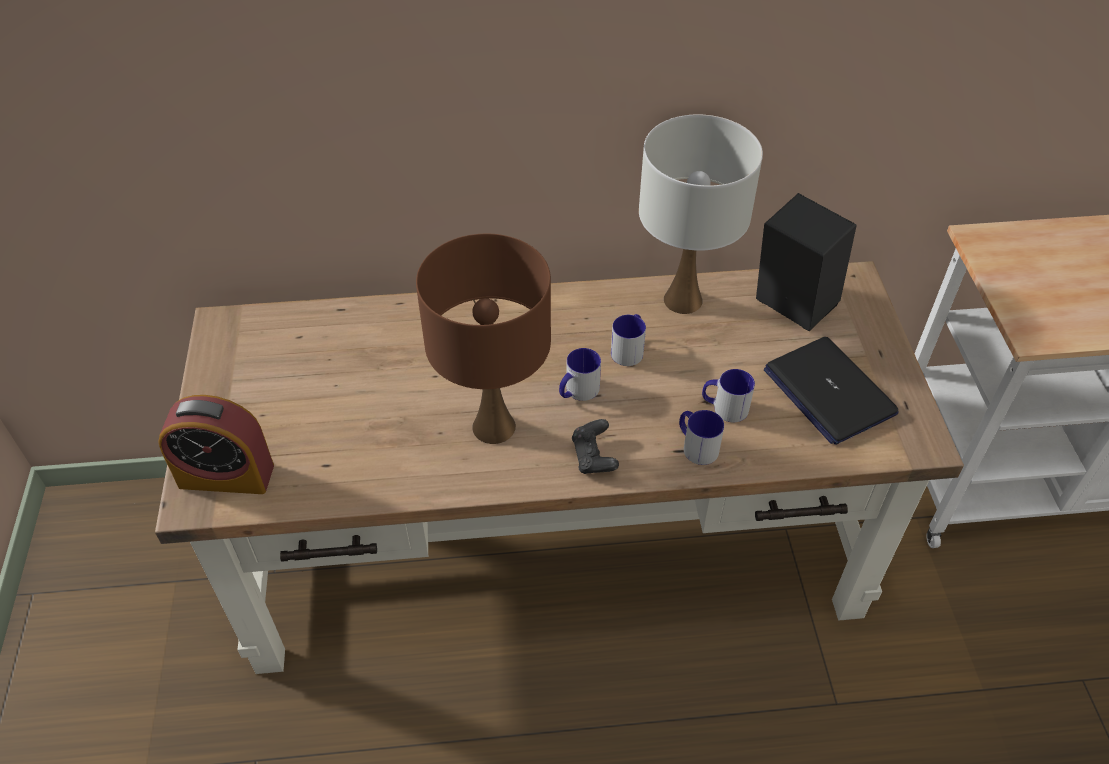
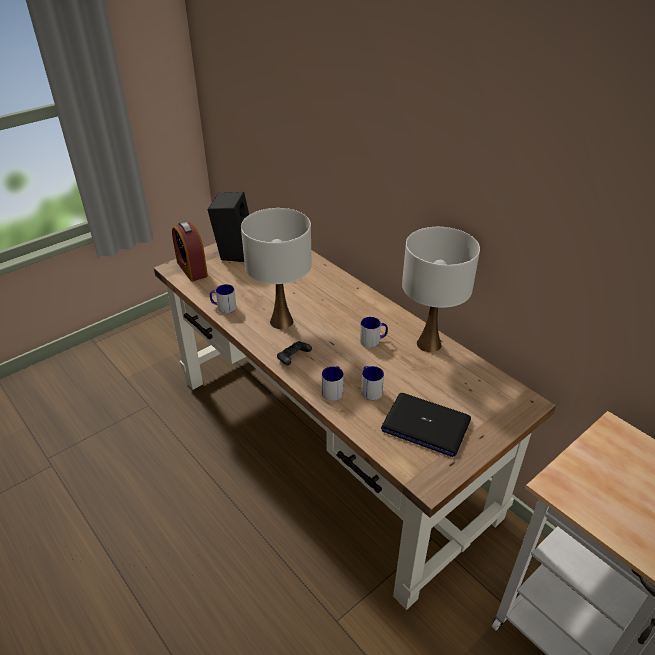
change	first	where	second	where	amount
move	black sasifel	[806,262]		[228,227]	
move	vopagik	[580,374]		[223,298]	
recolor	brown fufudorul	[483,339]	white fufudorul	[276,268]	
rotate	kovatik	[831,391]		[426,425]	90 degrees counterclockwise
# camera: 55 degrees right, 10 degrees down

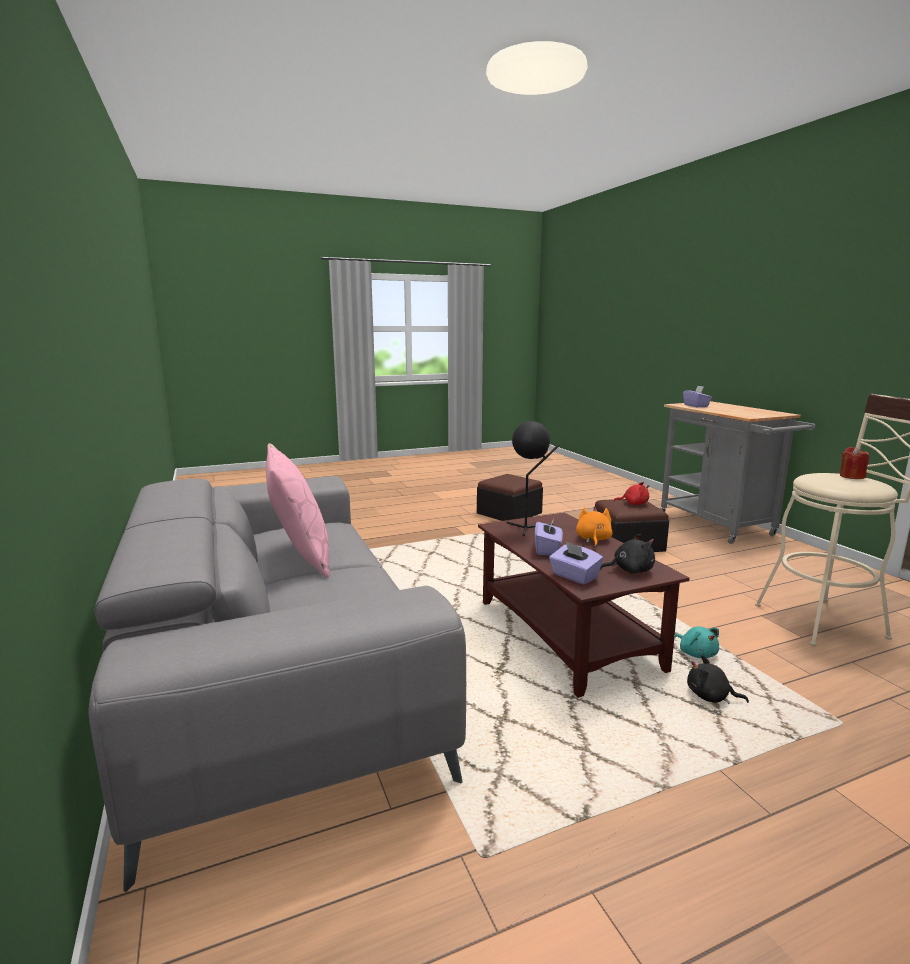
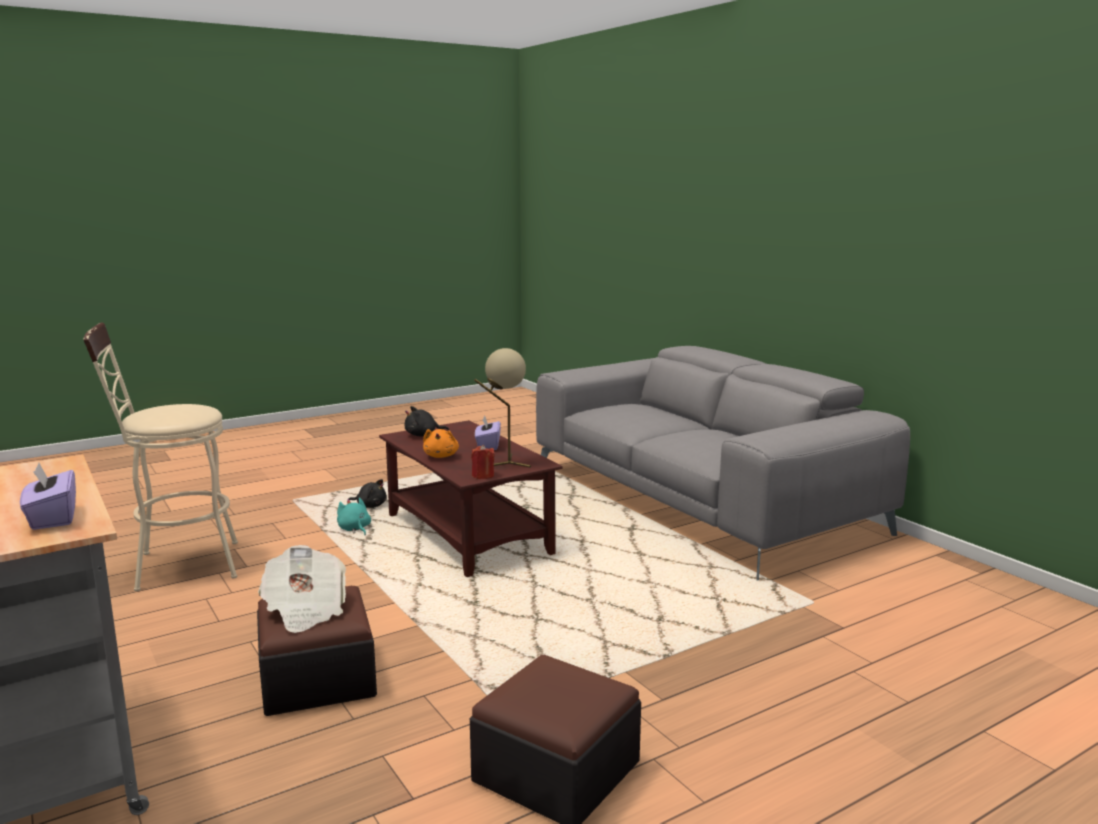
change	first	where	second	where	amount
replace	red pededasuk	[631,493]	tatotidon	[302,589]	
move	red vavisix	[854,463]		[482,462]	
recolor	black fufudorul	[532,478]	beige fufudorul	[502,408]	
delete	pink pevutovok	[298,510]			
delete	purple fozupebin	[576,563]			
# camera: 170 degrees right, 0 degrees up

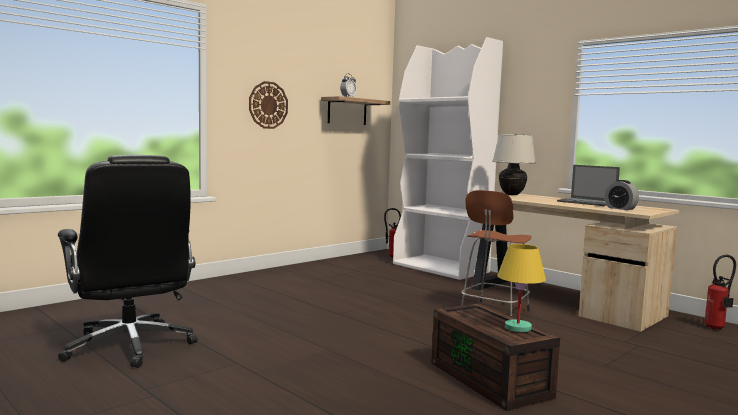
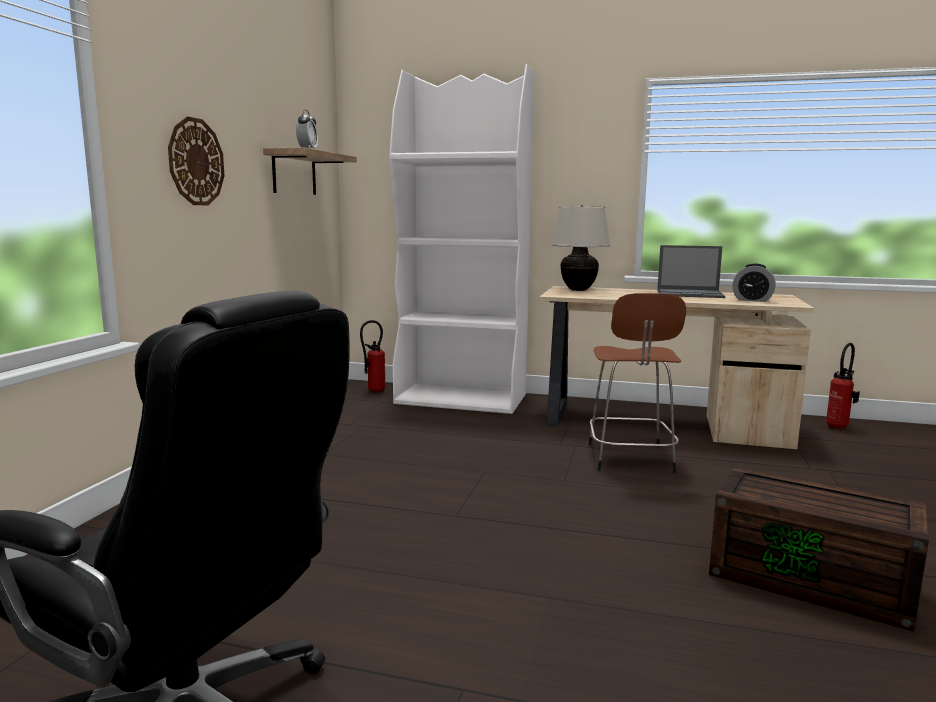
change	first	where	second	where	amount
delete	yellow fufudorul	[521,288]			
# camera: 30 degrees left, 5 degrees up

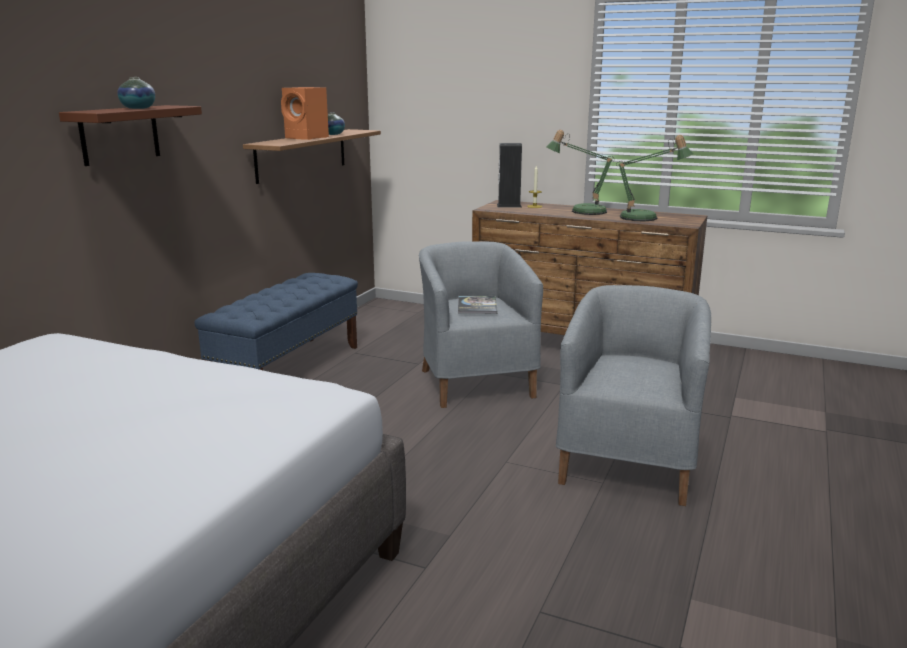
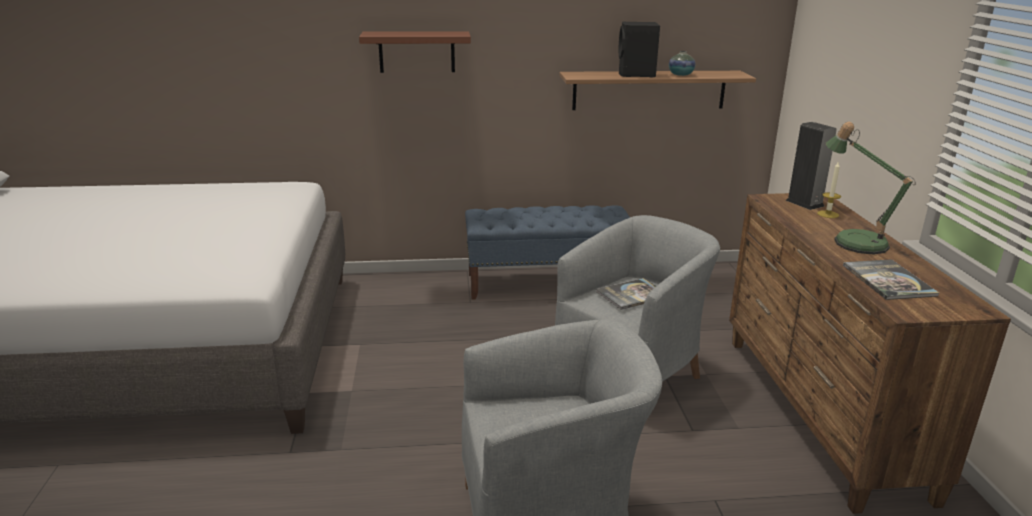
change	first	where	second	where	amount
recolor	orange sasifel	[305,113]	black sasifel	[639,49]	
replace	fufudorul	[655,178]	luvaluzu	[891,279]	
delete	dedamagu	[136,93]			
# camera: 60 degrees right, 5 degrees up

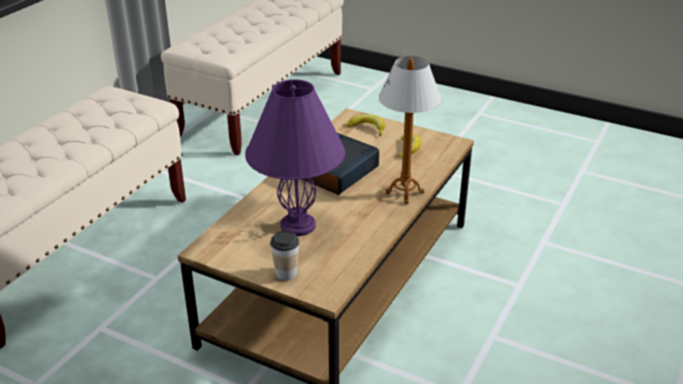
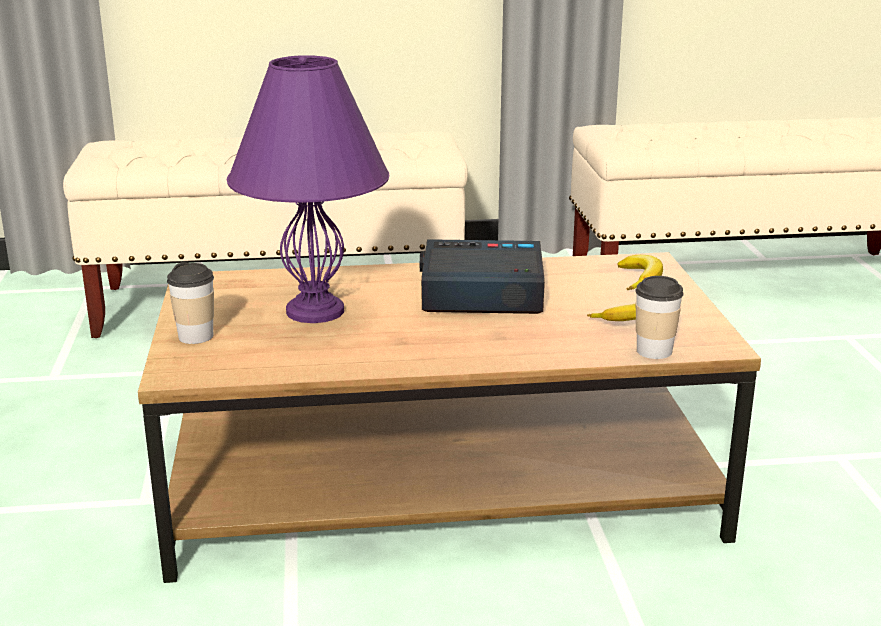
change	first	where	second	where	amount
insert			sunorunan	[659,317]	
delete	fufudorul	[410,130]			
# camera: 55 degrees right, 10 degrees down

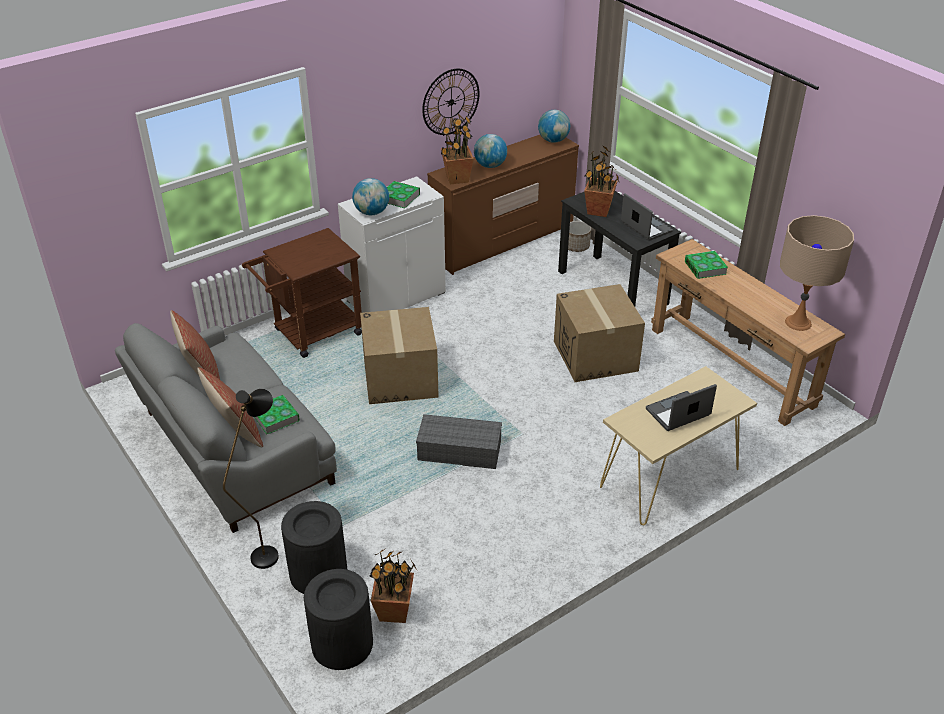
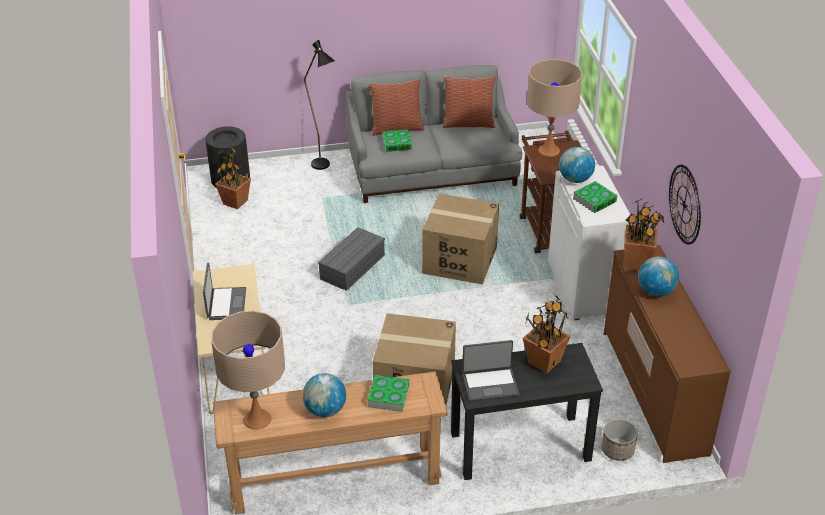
change	first	where	second	where	amount
move	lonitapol	[554,126]		[324,395]	
insert			beige fufudorul	[554,108]	
delete	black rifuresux	[314,547]			
# camera: 115 degrees right, 0 degrees up

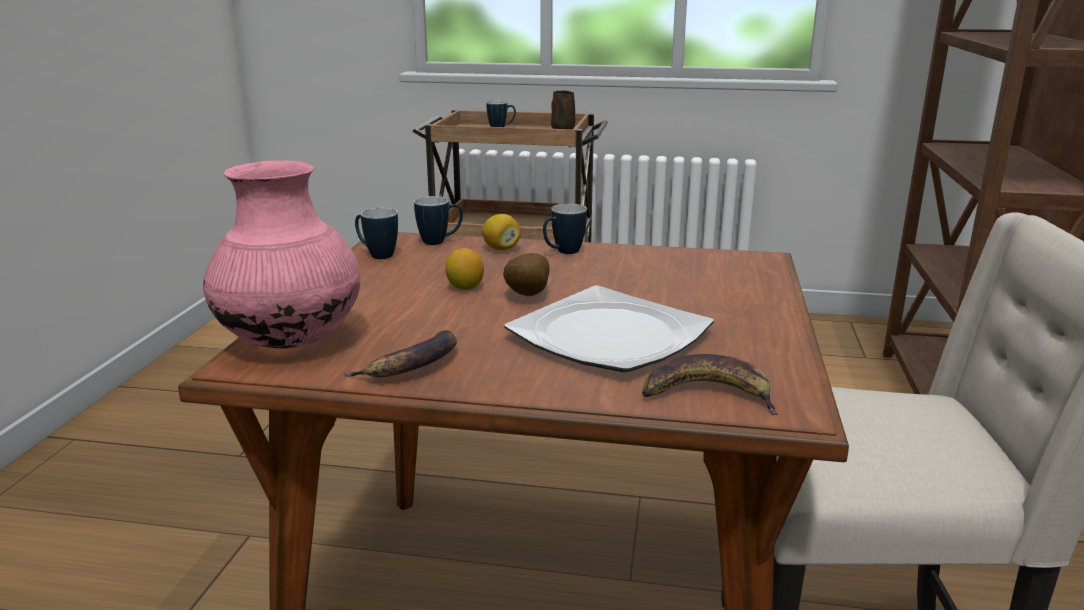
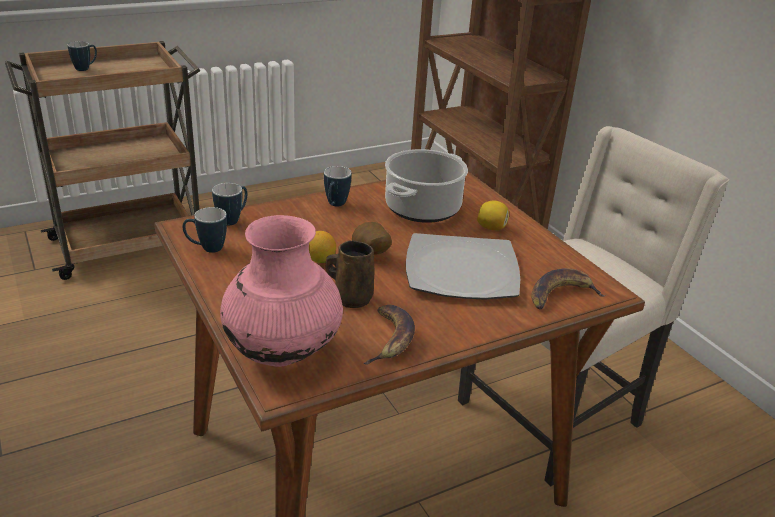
change	first	where	second	where	amount
move	brown vopagik	[563,109]		[350,274]	
insert			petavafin	[426,186]	
move	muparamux	[501,232]		[493,215]	
# camera: 40 degrees left, 10 degrees up

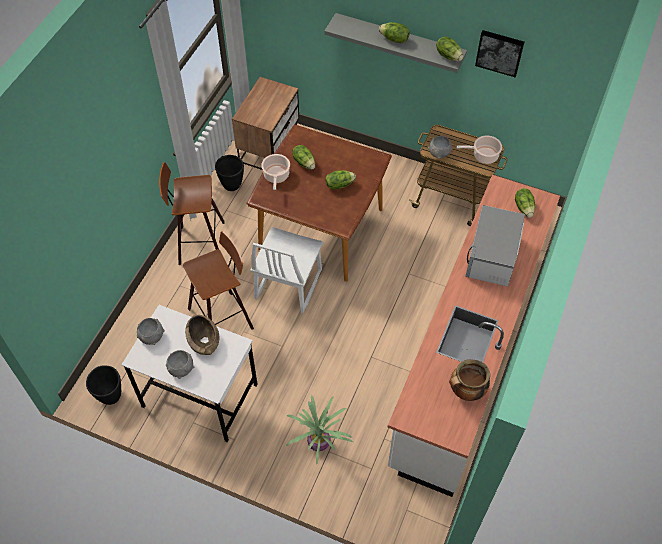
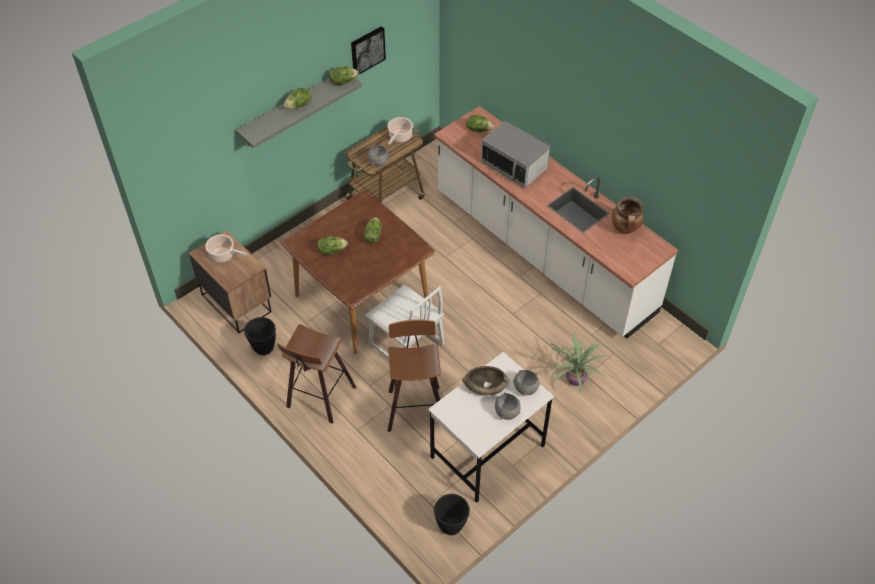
change	first	where	second	where	amount
move	petavafin	[275,172]		[226,248]	
move	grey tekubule	[150,331]		[526,383]	
# camera: 65 degrees left, 5 degrees down

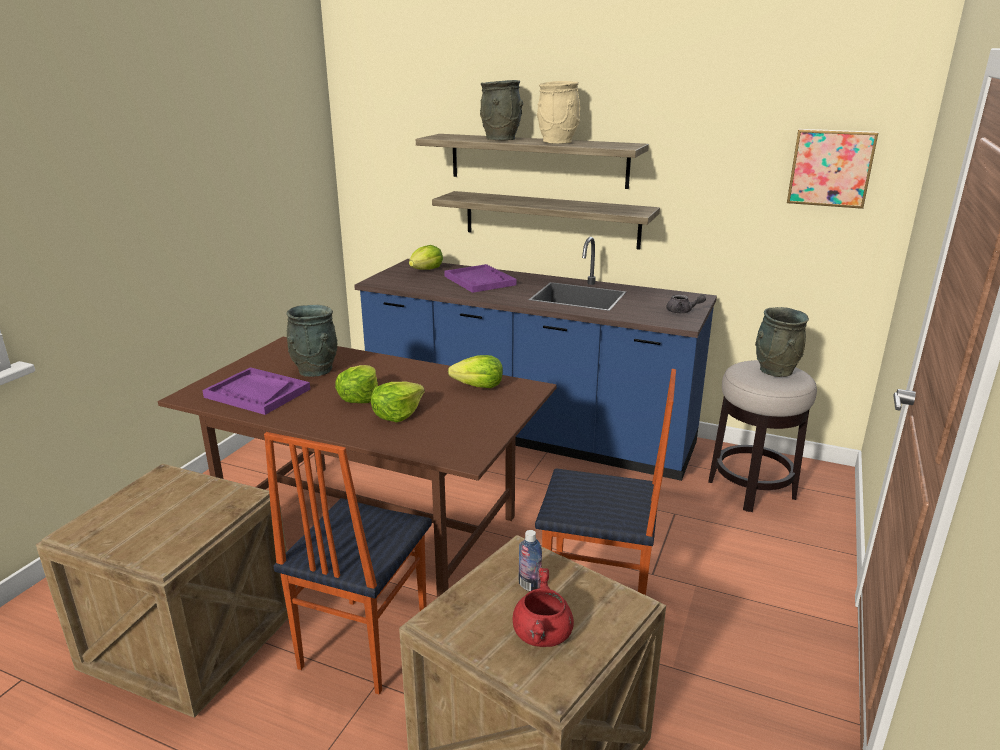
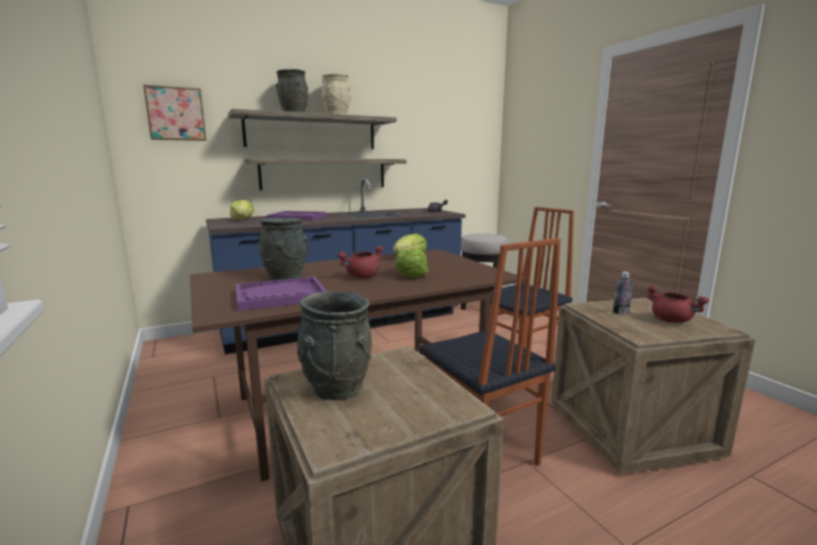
change	first	where	second	where	amount
move	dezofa	[832,169]		[175,113]	
move	grey dedamagu	[782,342]		[334,345]	
replace	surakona	[356,384]	red petavafin	[360,262]	
# camera: 50 degrees left, 10 degrees down

